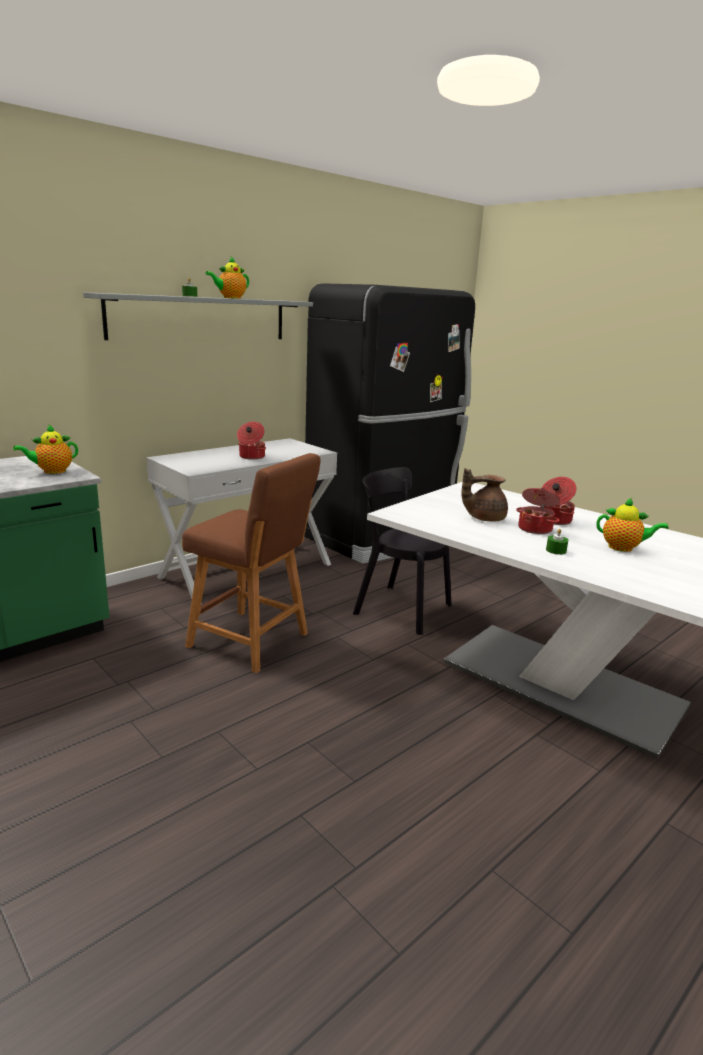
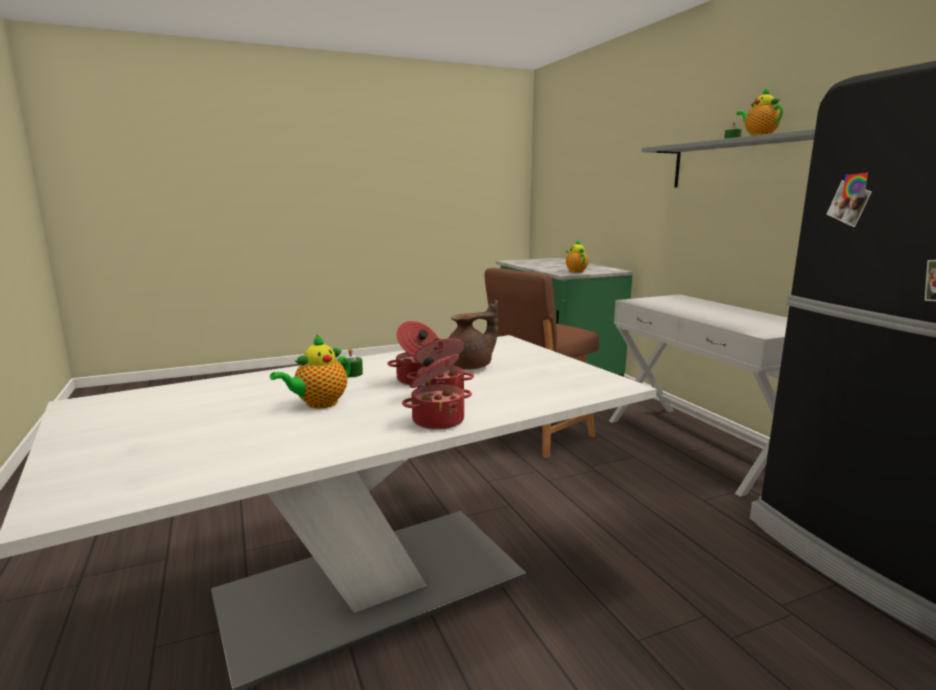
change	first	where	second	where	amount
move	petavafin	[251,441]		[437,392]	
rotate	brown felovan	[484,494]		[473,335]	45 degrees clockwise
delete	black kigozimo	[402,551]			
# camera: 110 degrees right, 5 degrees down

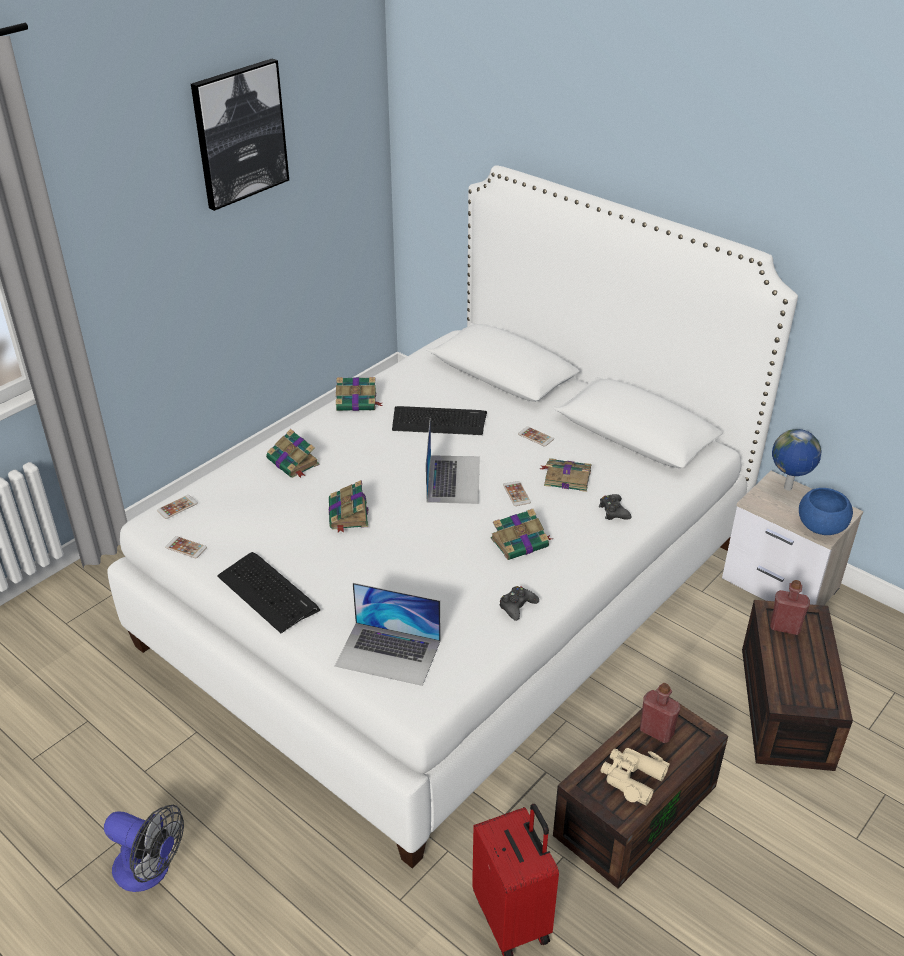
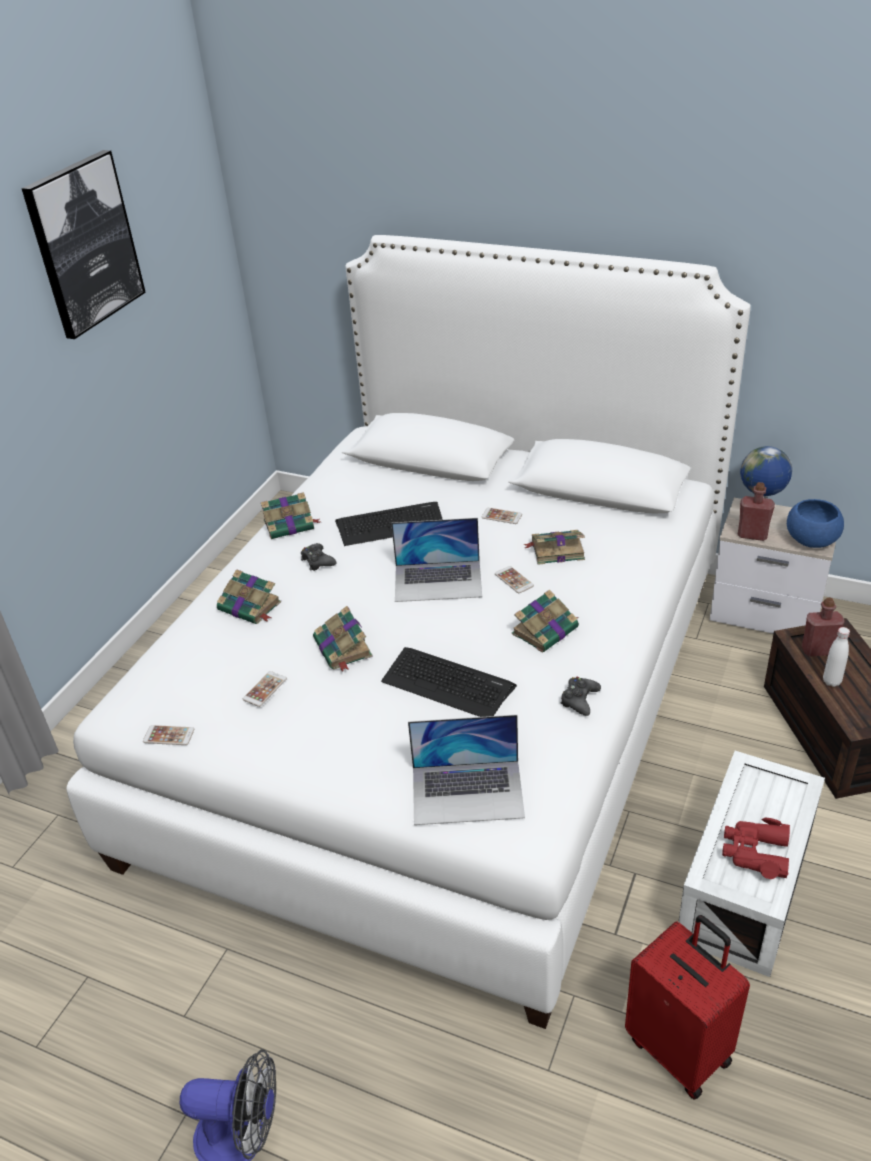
change	first	where	second	where	amount
move	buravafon	[177,507]		[265,689]	
move	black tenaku	[615,507]		[319,557]	
move	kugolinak	[268,592]		[449,682]	
rotate	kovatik	[453,462]		[436,560]	105 degrees clockwise
recolor	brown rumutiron	[640,792]	white rumutiron	[752,864]	
recolor	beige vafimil	[635,777]	red vafimil	[756,848]	
move	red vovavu	[660,713]		[756,511]	
insert			white vovavu	[836,657]	
# camera: 15 degrees left, 0 degrees up

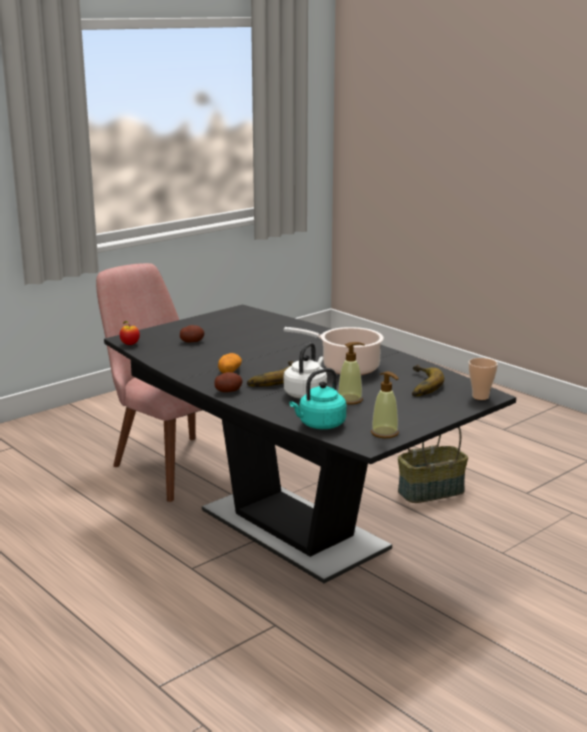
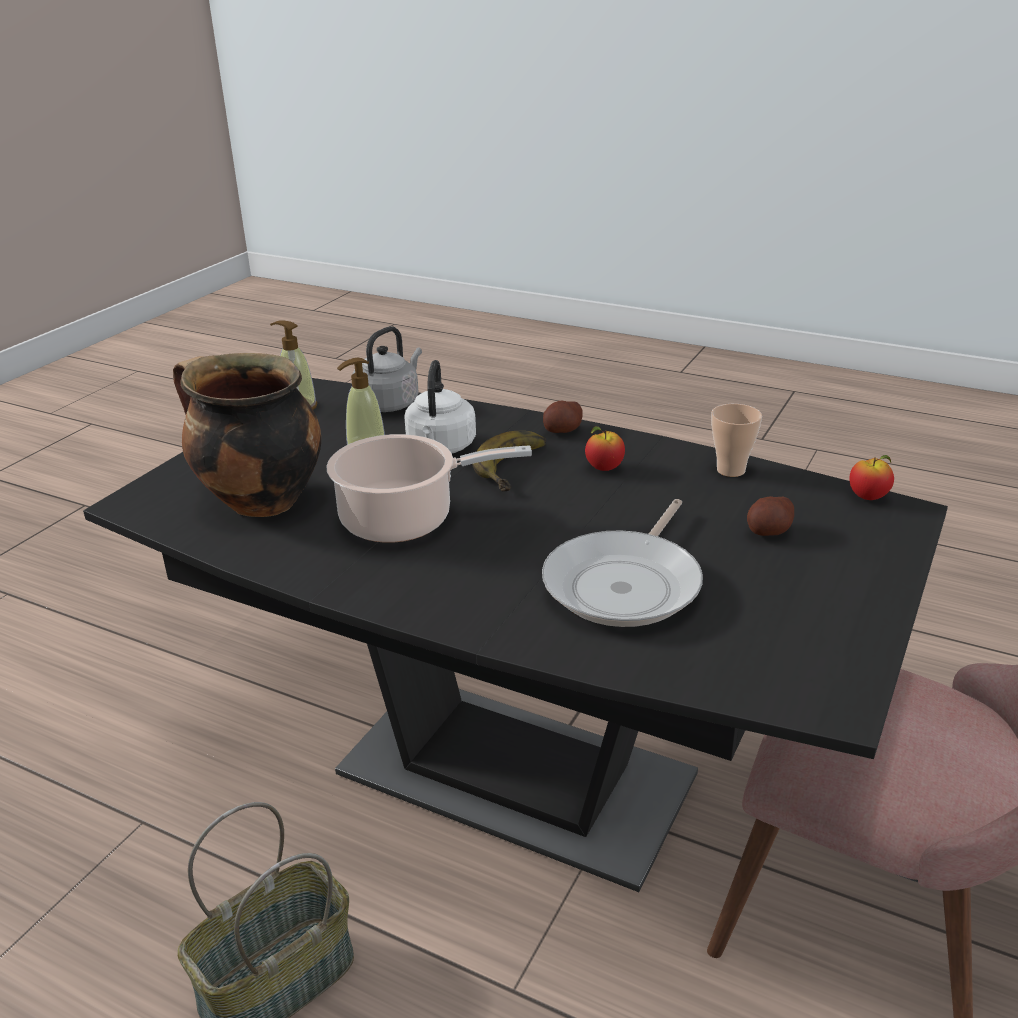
change	first	where	second	where	amount
replace	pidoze	[428,380]	petavafin	[247,435]	
recolor	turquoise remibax	[317,398]	grey remibax	[387,369]	
insert			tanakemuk	[622,563]	
replace	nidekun	[230,363]	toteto	[605,448]	
move	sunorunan	[483,379]		[736,440]	
# camera: 160 degrees right, 10 degrees up

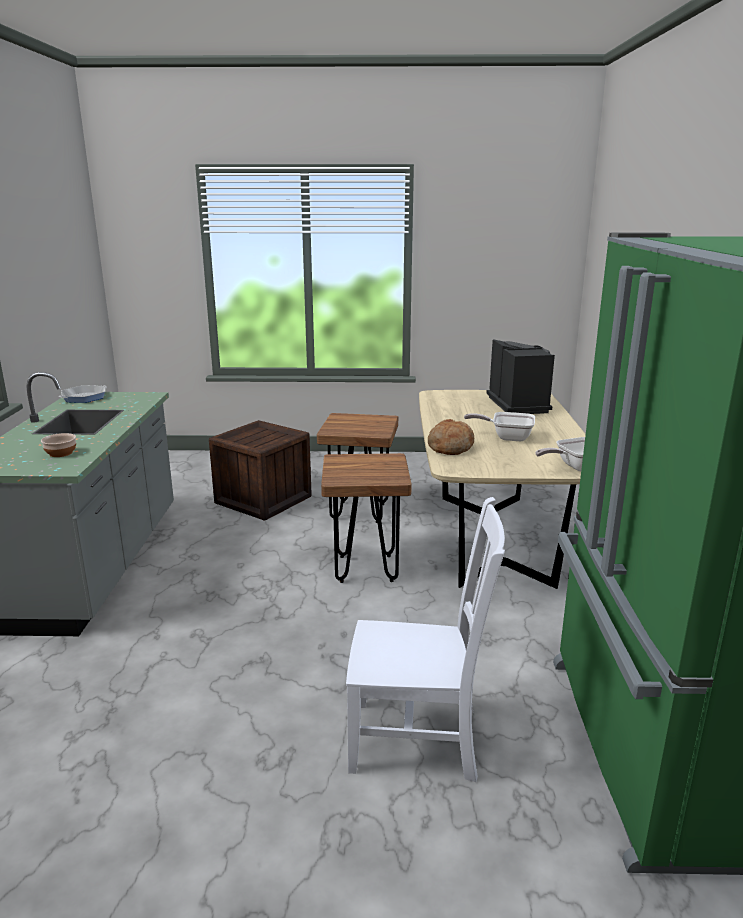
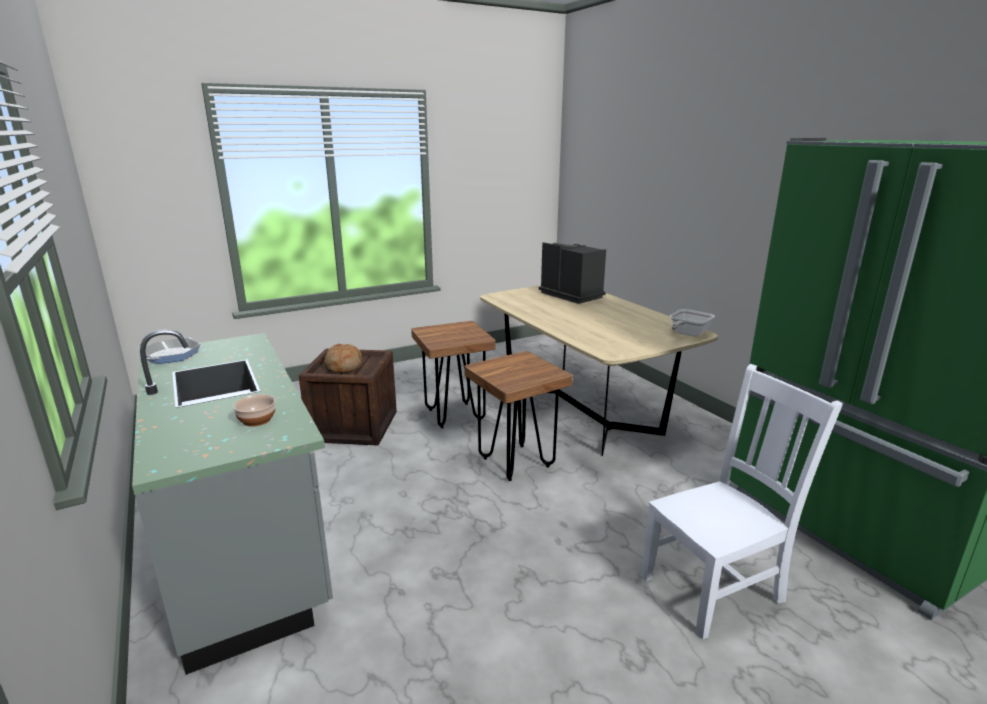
change	first	where	second	where	amount
move	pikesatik	[451,437]		[343,358]	
delete	tanakemuk	[499,426]			
# camera: 30 degrees left, 0 degrees up

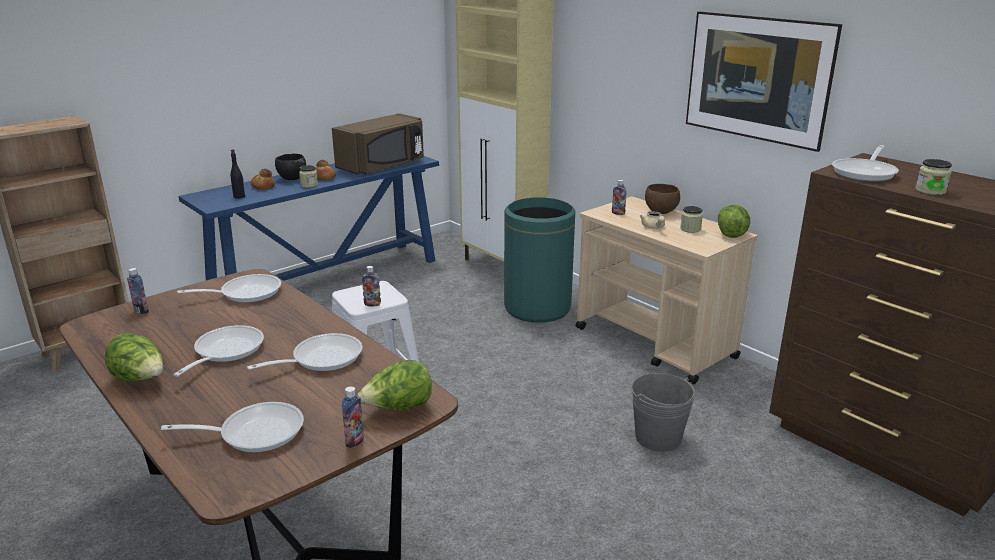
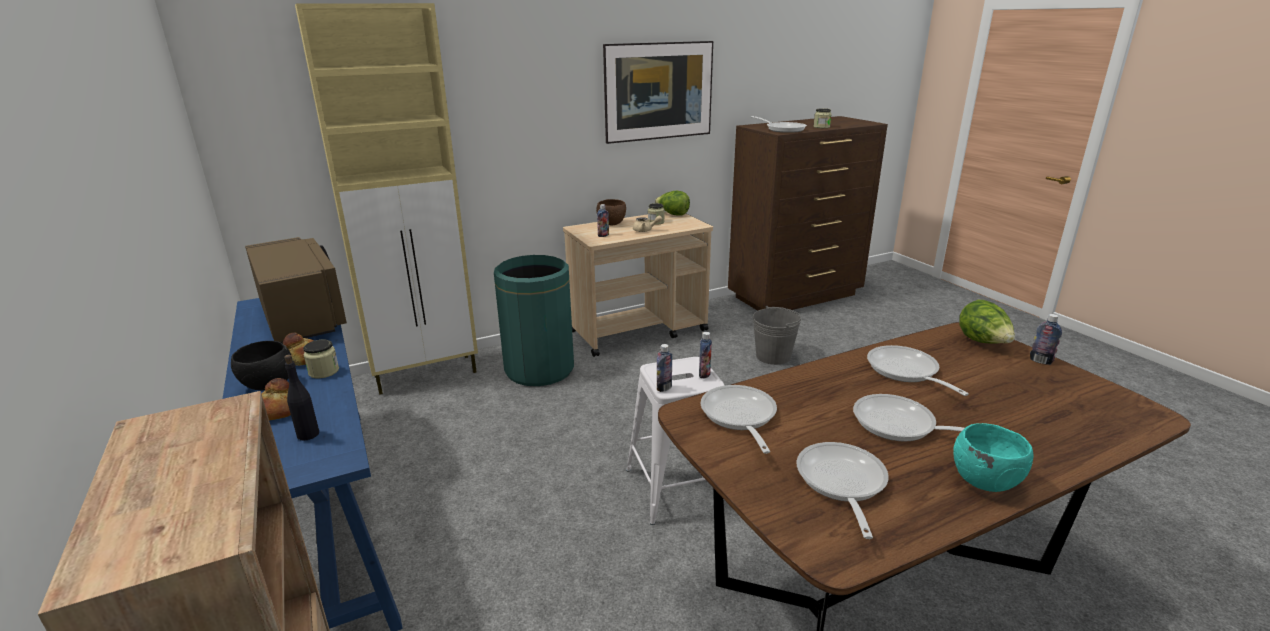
change	first	where	second	where	amount
move	vovavu	[138,291]		[664,368]	
move	tanakemuk	[232,427]		[842,490]	
replace	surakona	[133,357]	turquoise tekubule	[993,457]	
# camera: 75 degrees left, 0 degrees up

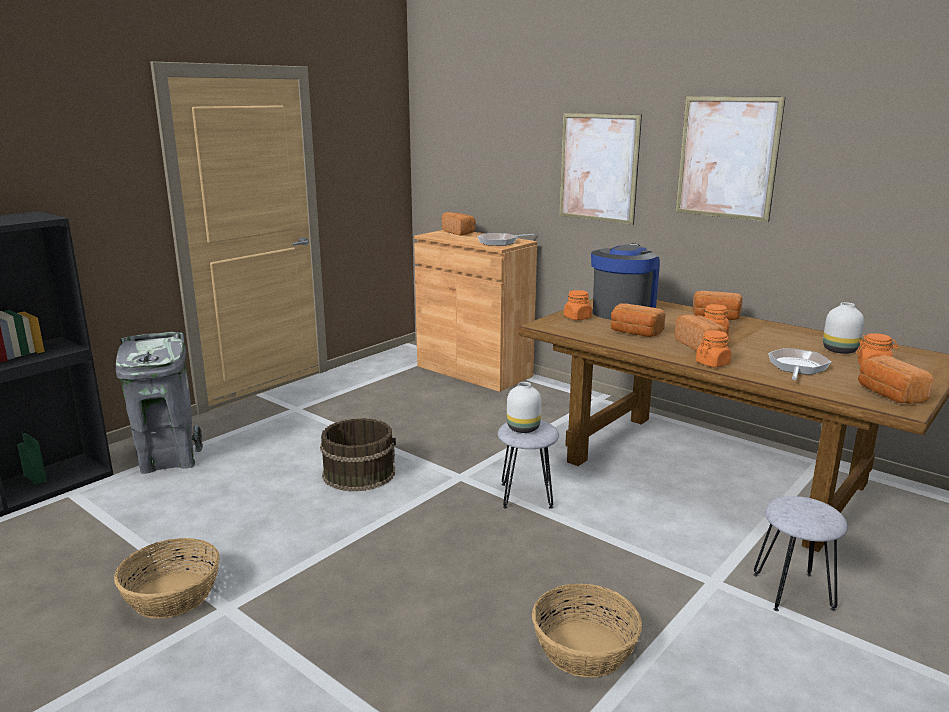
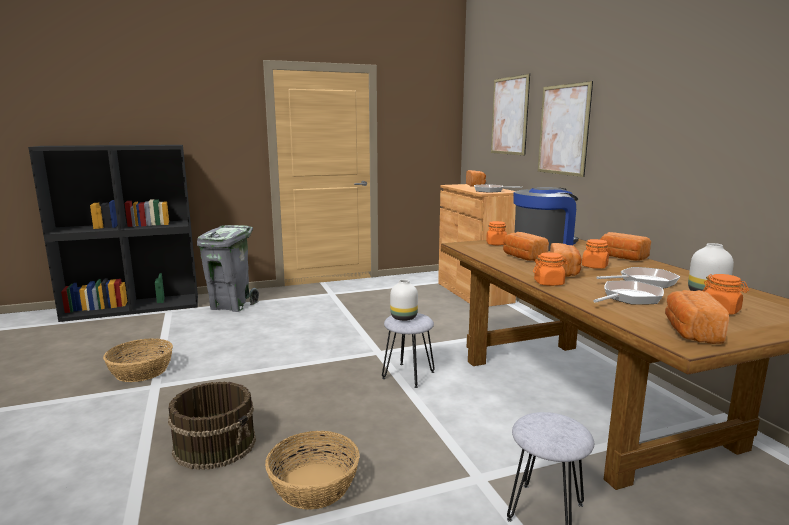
change	first	where	second	where	amount
move	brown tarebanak	[358,455]		[212,425]	
move	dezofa	[730,159]		[510,114]	
insert			tanakemuk	[638,278]	
# camera: 30 degrees right, 5 degrees down

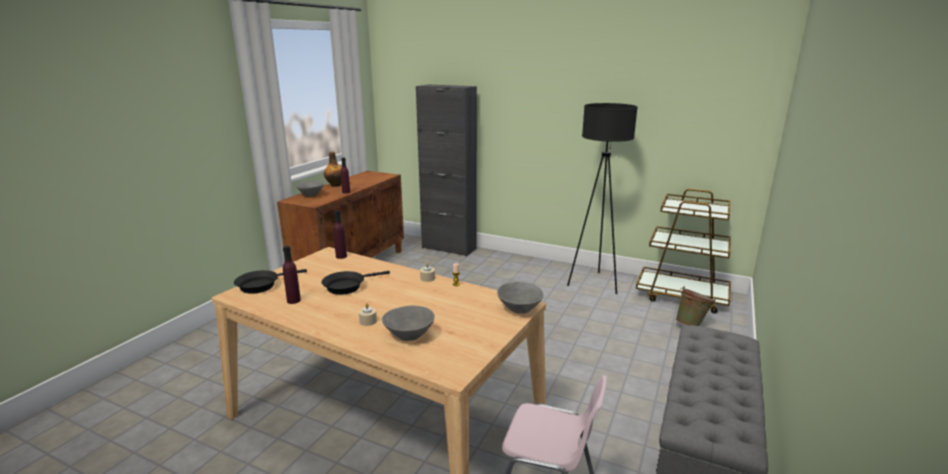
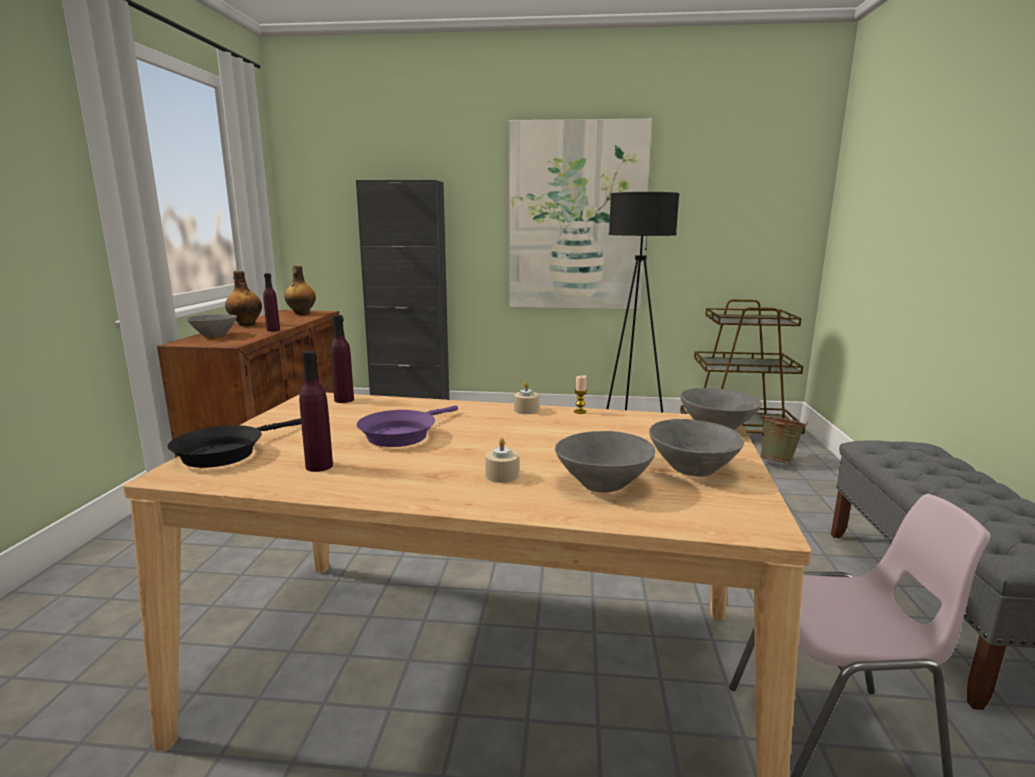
change	first	where	second	where	amount
insert			vovavu	[300,290]	
recolor	black tanakemuk	[356,283]	purple tanakemuk	[407,426]	
insert			dezofa	[580,214]	
insert			grey tekubule	[696,447]	
# camera: 20 degrees left, 5 degrees down

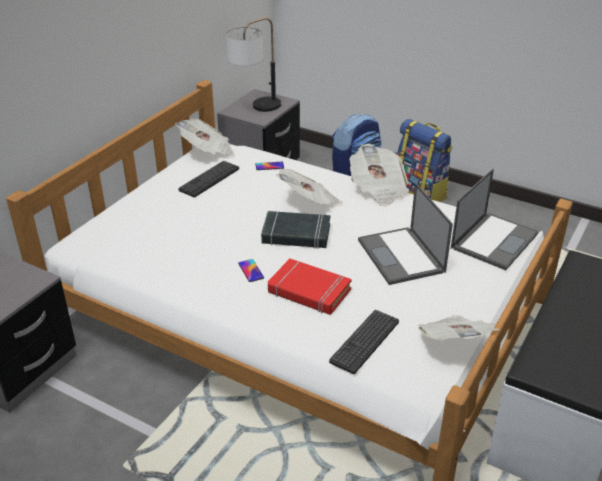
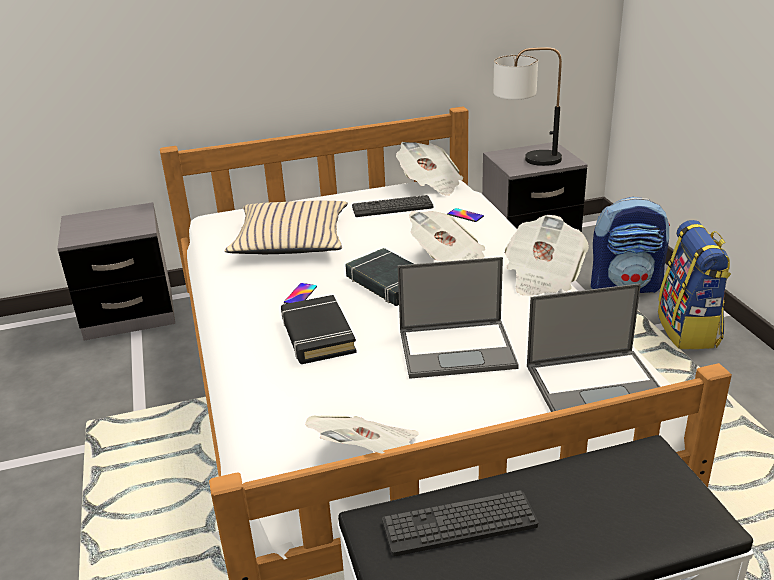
change	first	where	second	where	amount
insert			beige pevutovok	[286,227]	
recolor	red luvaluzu	[310,287]	black luvaluzu	[319,329]	
move	kugolinak	[364,342]		[460,523]	
rotate	kovatik	[405,234]		[458,318]	120 degrees counterclockwise
# camera: 45 degrees right, 5 degrees down

